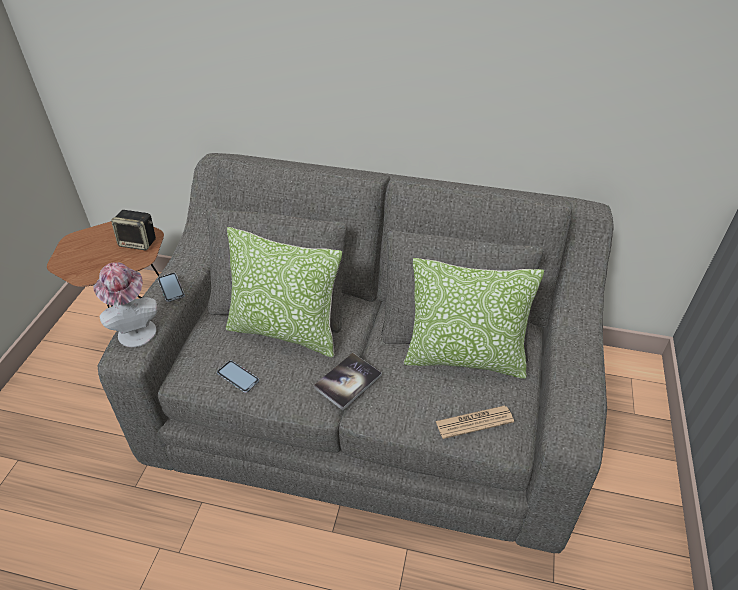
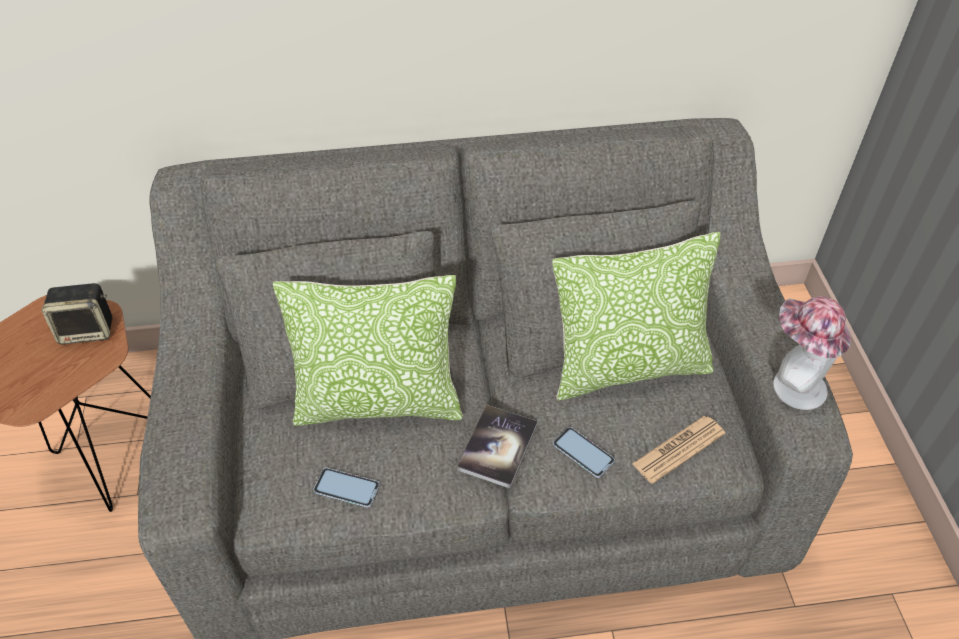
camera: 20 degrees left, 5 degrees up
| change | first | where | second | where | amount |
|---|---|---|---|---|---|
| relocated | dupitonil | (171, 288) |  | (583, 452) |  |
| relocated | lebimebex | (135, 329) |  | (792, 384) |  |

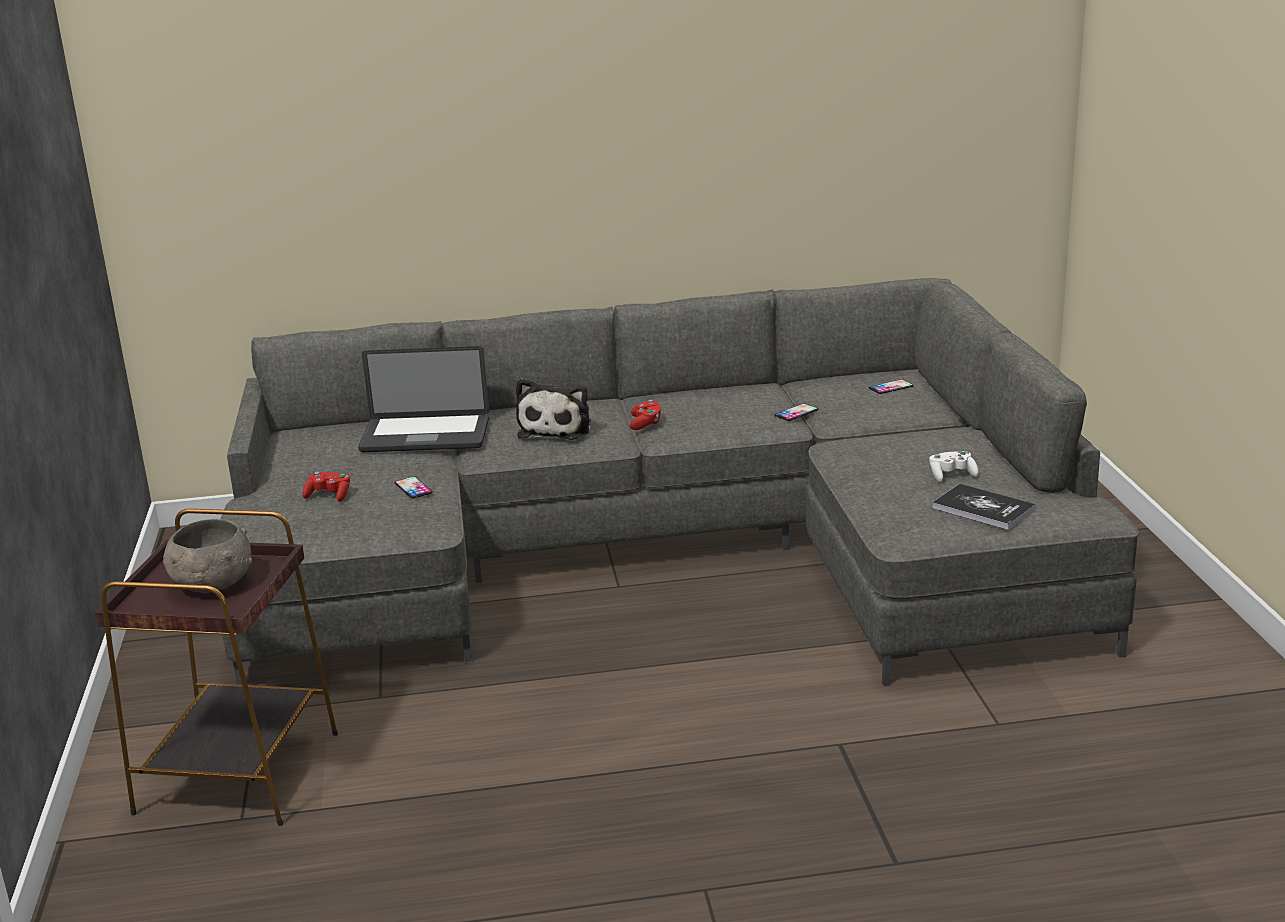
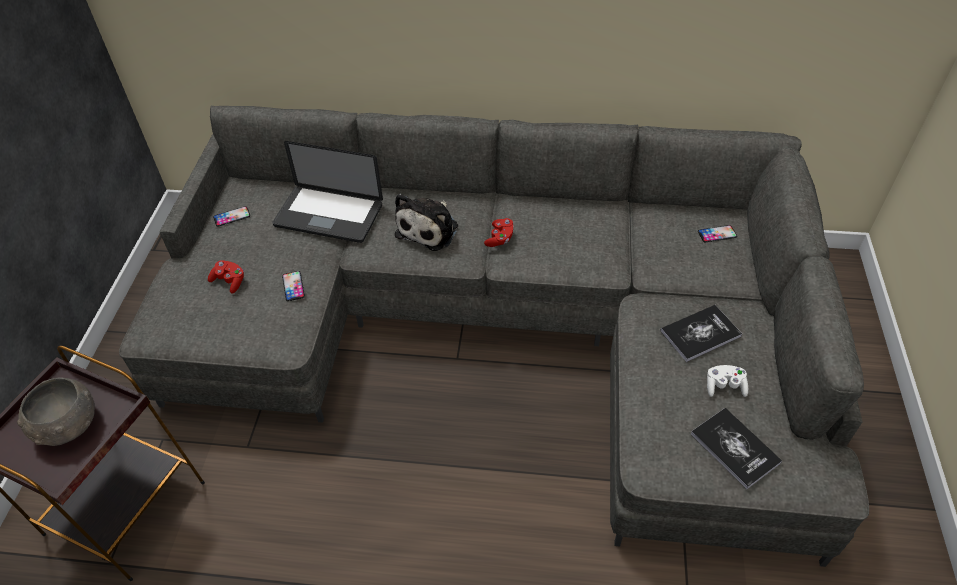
camera: 15 degrees right, 25 degrees up
| change | first | where | second | where | amount |
|---|---|---|---|---|---|
| relocated | dupitonil | (796, 413) |  | (232, 216) |  |
| appeared |  |  | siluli | (700, 334) |  |

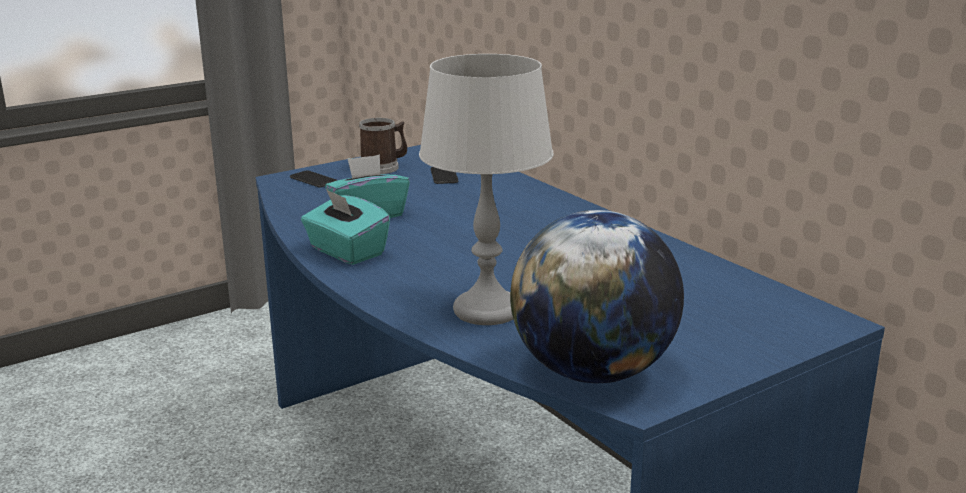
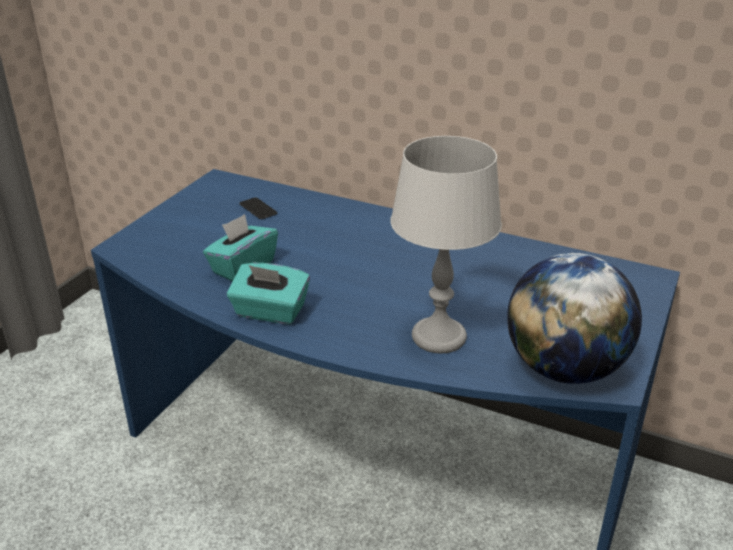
camera: 30 degrees left, 10 degrees up
| change | first | where | second | where | amount |
|---|---|---|---|---|---|
| missing | dupitonil | (313, 180) |  |  |  |
| missing | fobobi | (383, 167) |  |  |  |

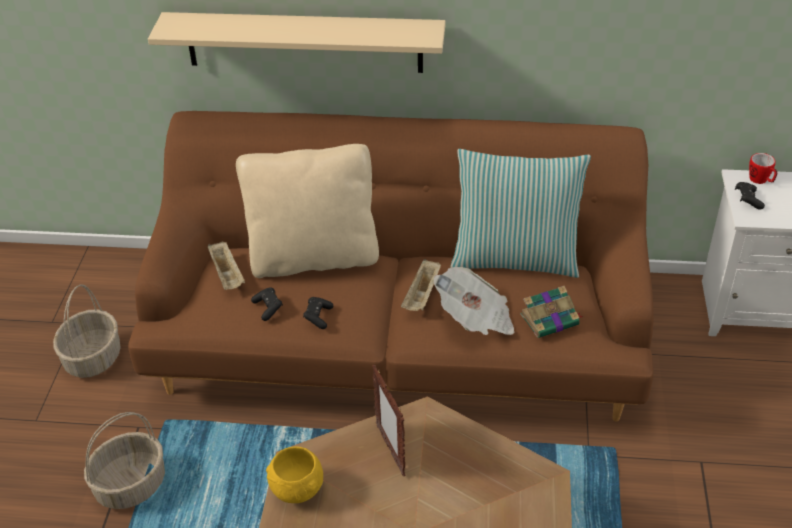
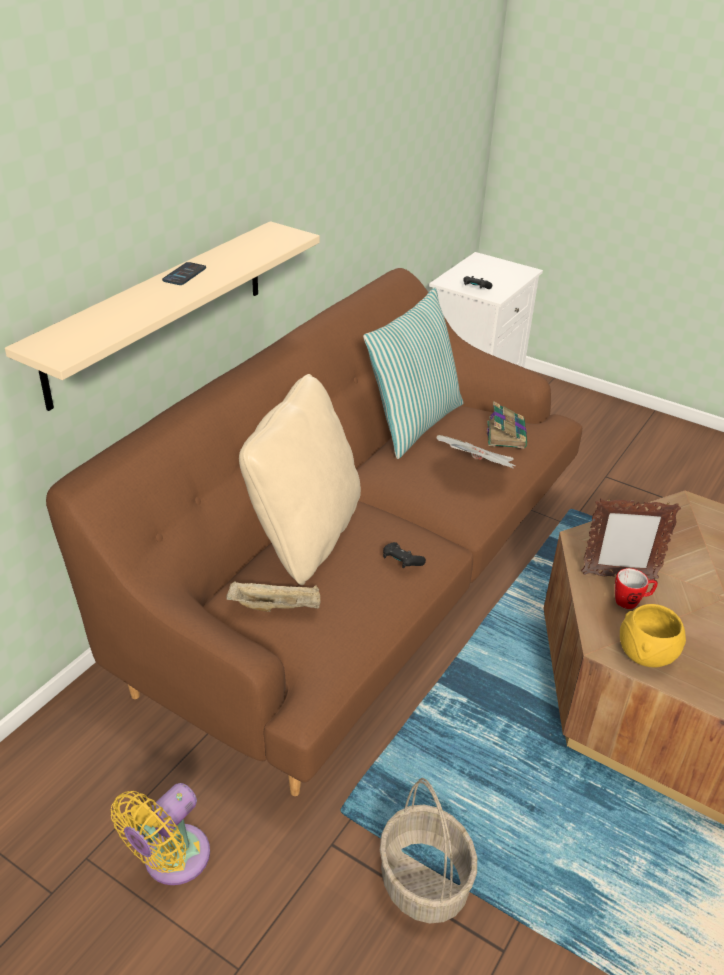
camera: 65 degrees left, 5 degrees down
| change | first | where | second | where | amount |
|---|---|---|---|---|---|
| exchanged | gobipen | (93, 359) | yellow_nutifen | (171, 860) |  |
| appeared |  |  | dupitonil | (184, 274) |  |
| relocated | fobobi | (761, 181) |  | (631, 601) |  |
| missing | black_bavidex | (268, 308) |  |  |  |
| missing | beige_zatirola | (422, 295) |  |  |  |

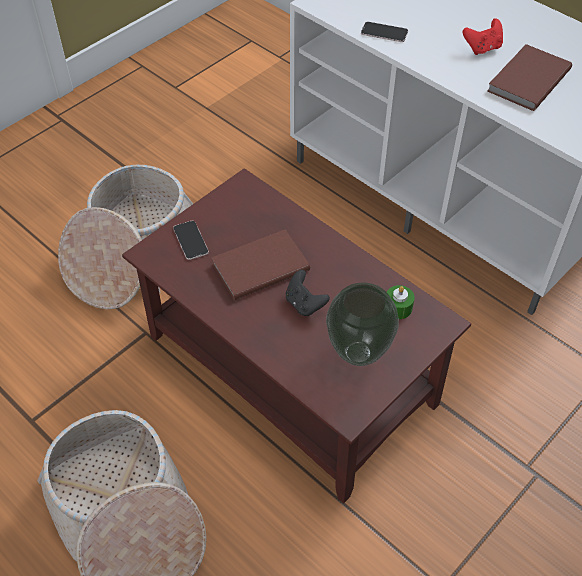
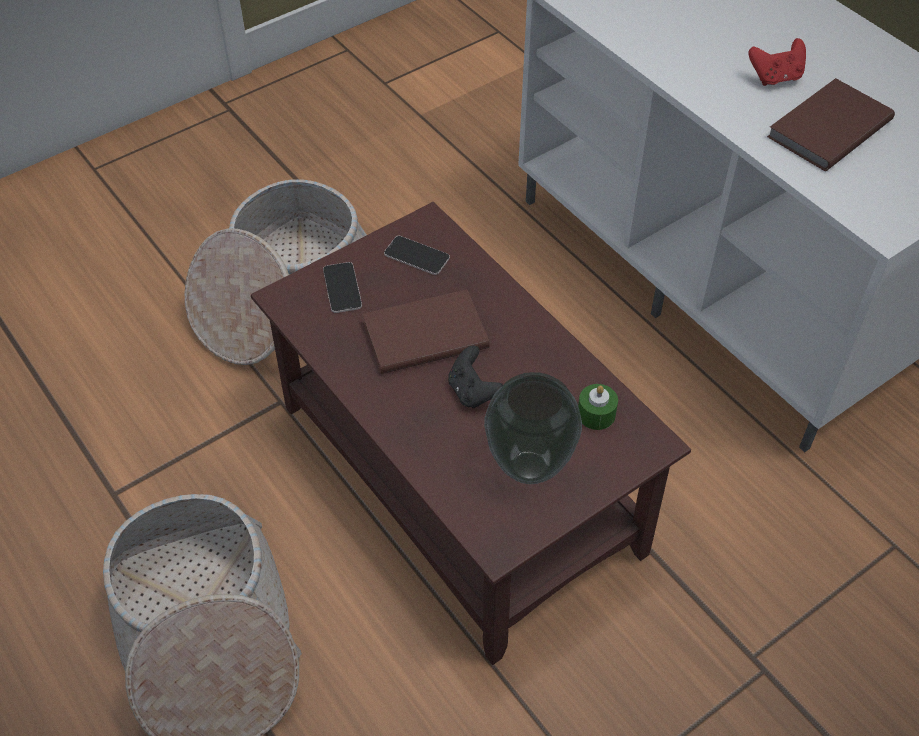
camera: 10 degrees right, 0 degrees up
| change | first | where | second | where | amount |
|---|---|---|---|---|---|
| relocated | dupitonil | (384, 33) |  | (416, 256) |  |

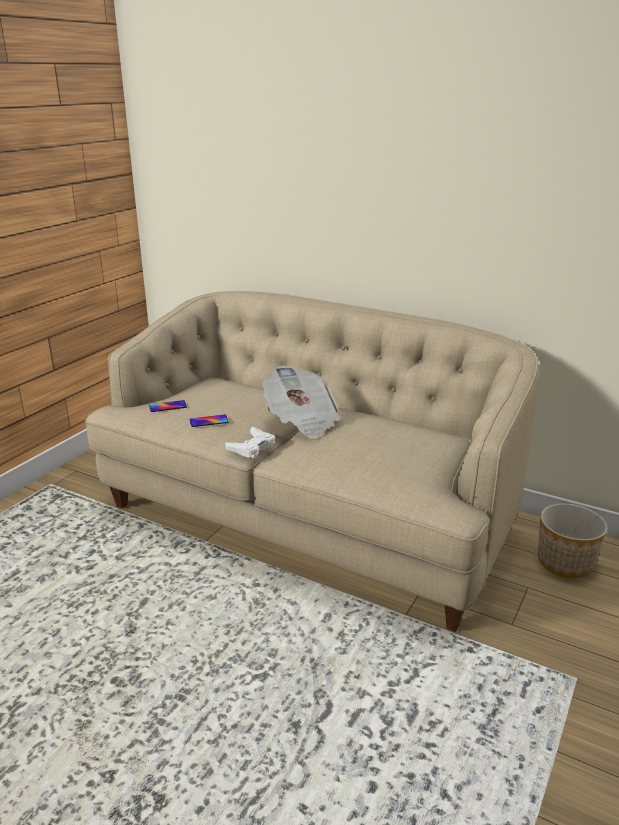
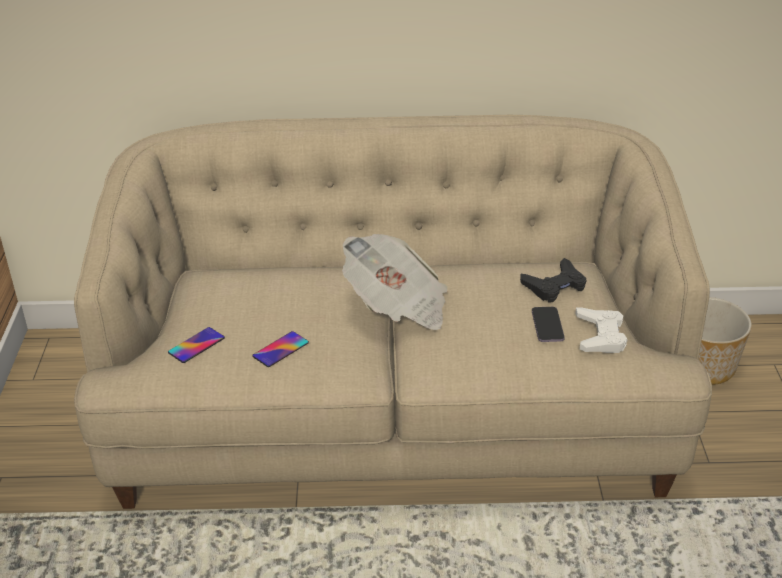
camera: 30 degrees left, 10 degrees up
| change | first | where | second | where | amount |
|---|---|---|---|---|---|
| appeared |  |  | black_bavidex | (555, 286) |  |
| appeared |  |  | dupitonil | (547, 326) |  |
| relocated | white_bavidex | (252, 447) |  | (600, 336) |  |

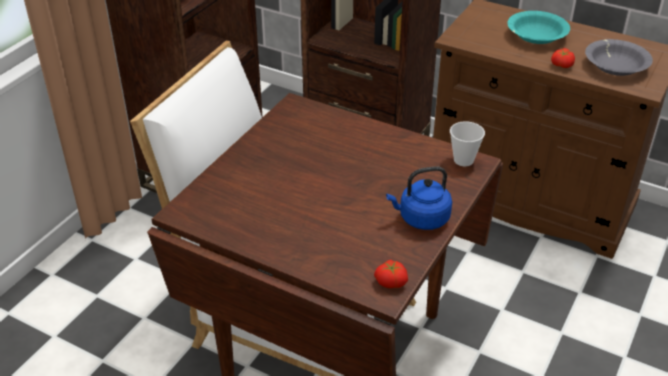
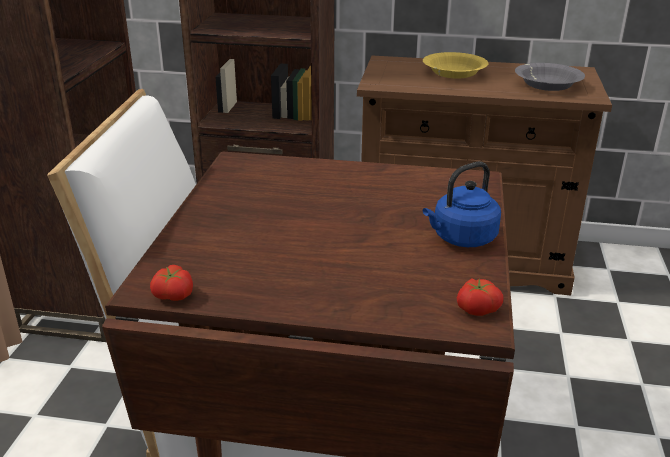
camera: 20 degrees left, 10 degrees down
| change | first | where | second | where | amount |
|---|---|---|---|---|---|
| relocated | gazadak | (561, 65) |  | (172, 296) |  |
| colour | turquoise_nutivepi | (536, 35) | yellow_nutivepi | (454, 73) |  |
| missing | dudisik | (463, 160) |  |  |  |

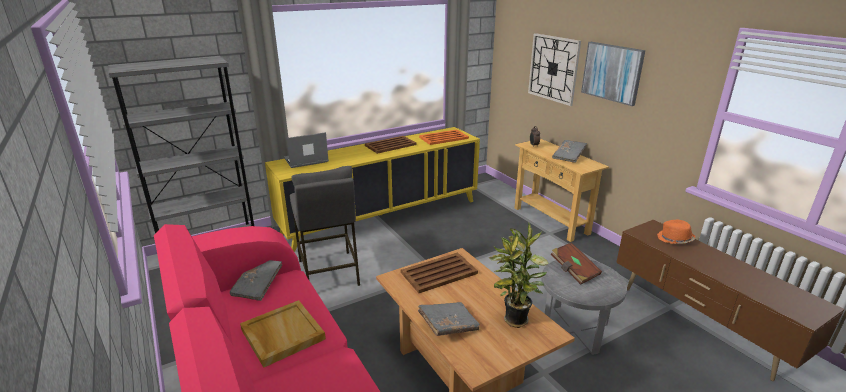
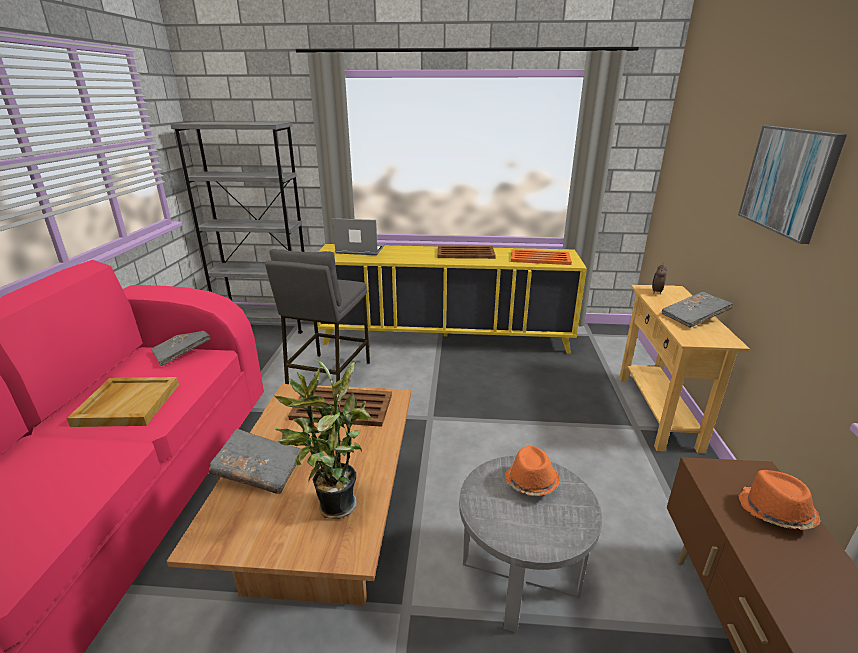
camera: 35 degrees right, 0 degrees up
| change | first | where | second | where | amount |
|---|---|---|---|---|---|
| exchanged | brown_siluli | (574, 271) | orange_lebimebex | (531, 482) |  |
| missing | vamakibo | (553, 68) |  |  |  |

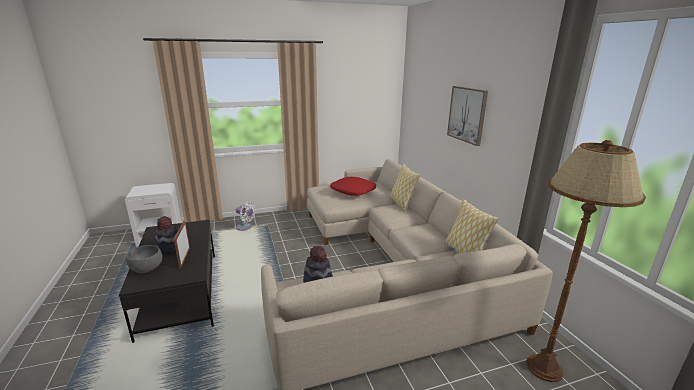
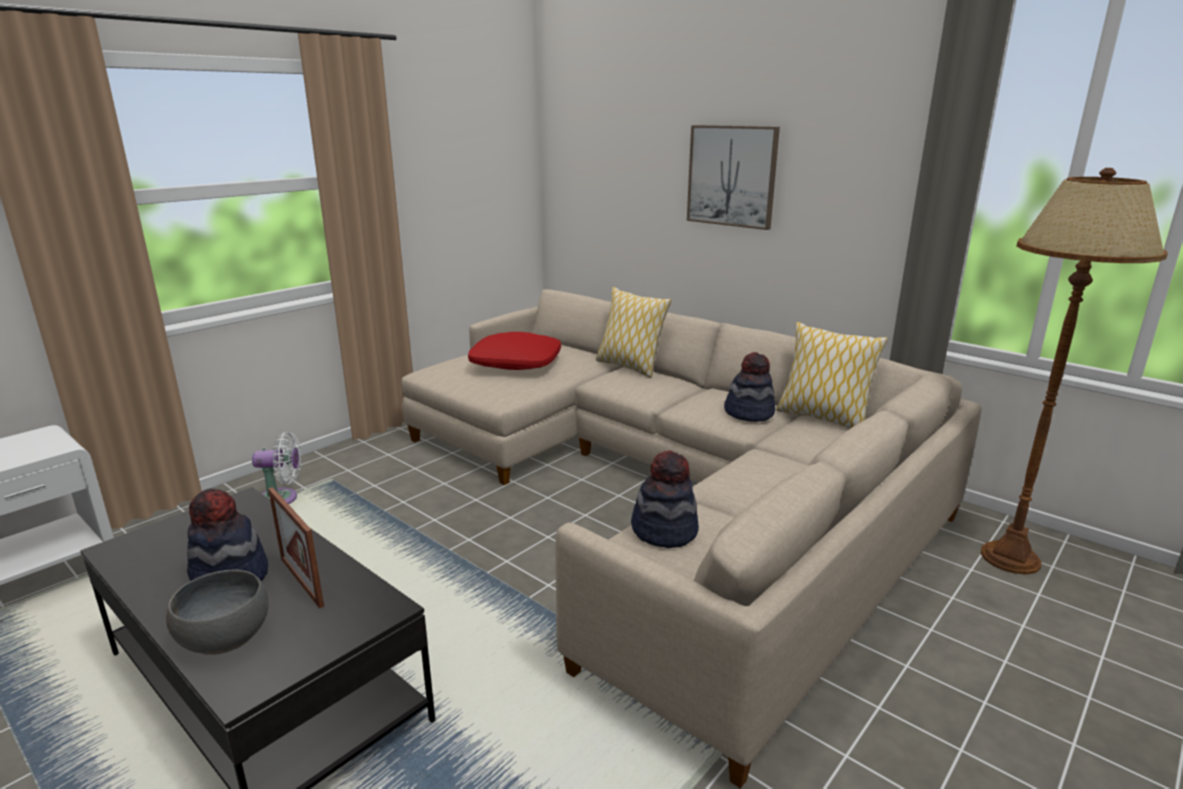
camera: 30 degrees left, 0 degrees up
| change | first | where | second | where | amount |
|---|---|---|---|---|---|
| appeared |  |  | lebimebex | (749, 413) |  |

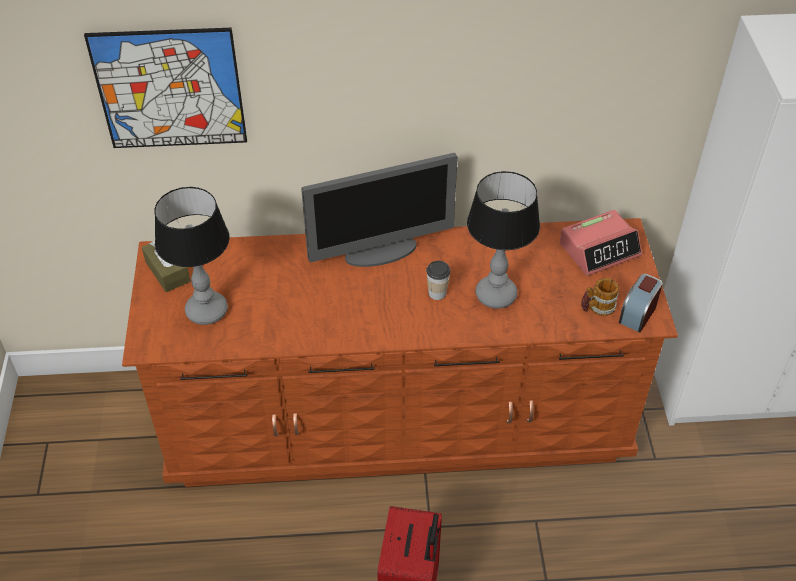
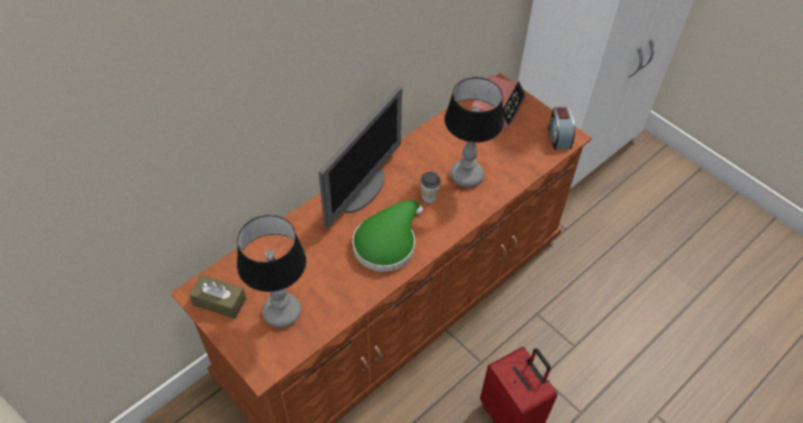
camera: 40 degrees left, 5 degrees up
| change | first | where | second | where | amount |
|---|---|---|---|---|---|
| appeared |  |  | green_lebimebex | (387, 242) |  |
| missing | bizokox | (170, 89) |  |  |  |
| missing | fobobi | (597, 308) |  |  |  |

